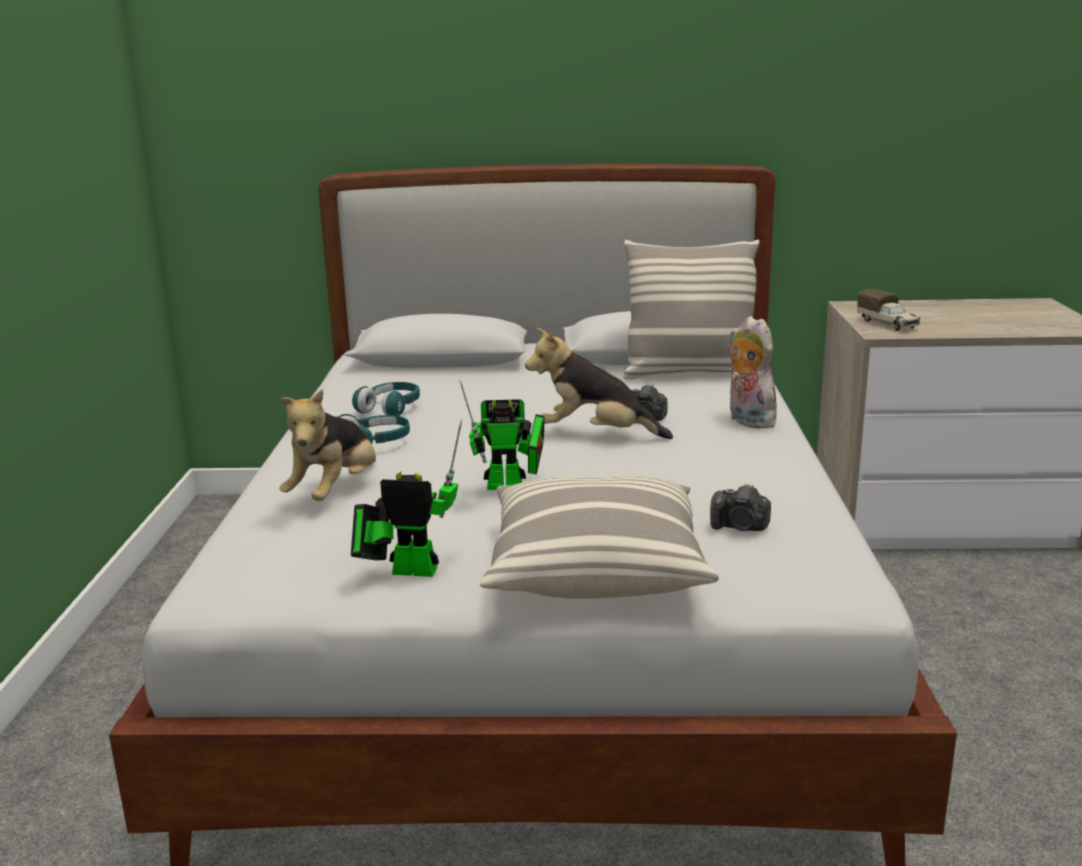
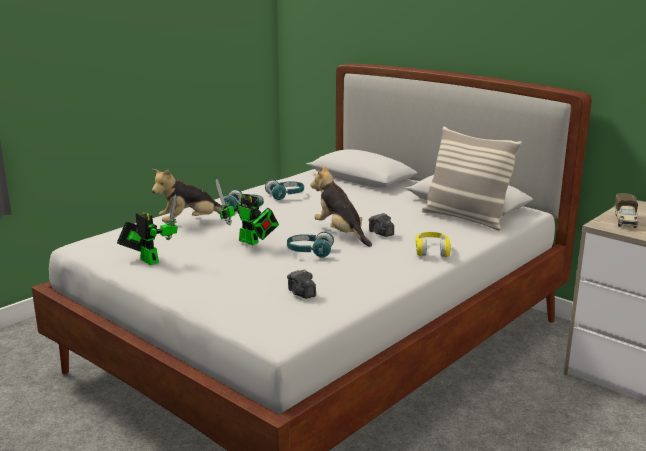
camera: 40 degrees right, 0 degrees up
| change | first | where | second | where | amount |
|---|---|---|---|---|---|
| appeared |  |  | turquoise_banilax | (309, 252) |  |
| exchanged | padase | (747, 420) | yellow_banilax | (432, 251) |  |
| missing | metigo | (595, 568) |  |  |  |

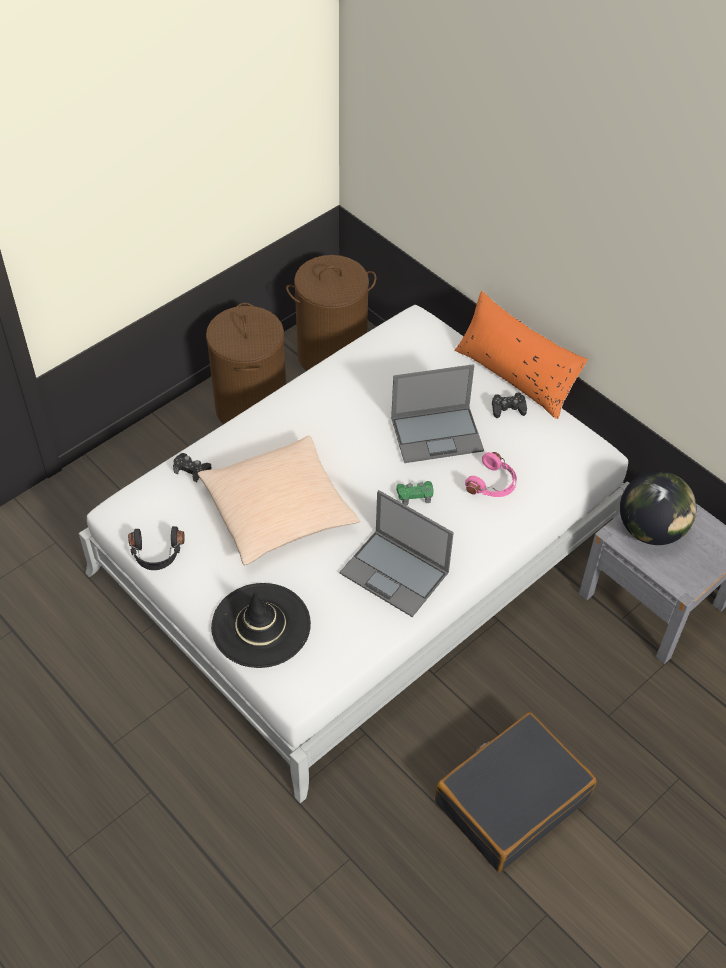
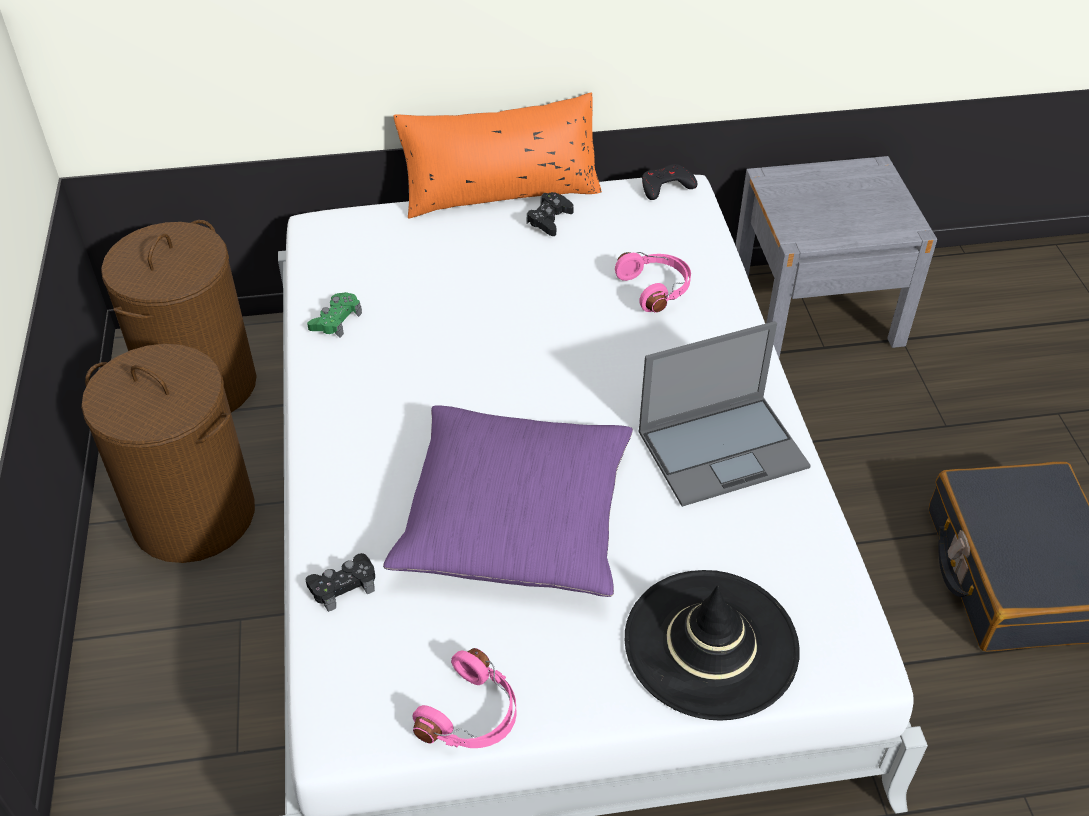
camera: 55 degrees left, 5 degrees down
| change | first | where | second | where | amount |
|---|---|---|---|---|---|
| relocated | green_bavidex | (415, 495) |  | (336, 320) |  |
| colour | beige_metigo | (278, 510) | purple_metigo | (516, 518) |  |
| colour | black_banilax | (157, 554) | pink_banilax | (472, 715) |  |
| appeared |  |  | black_bavidex | (666, 186) |  |
| missing | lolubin | (438, 434) |  |  |  |
| missing | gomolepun | (650, 530) |  |  |  |

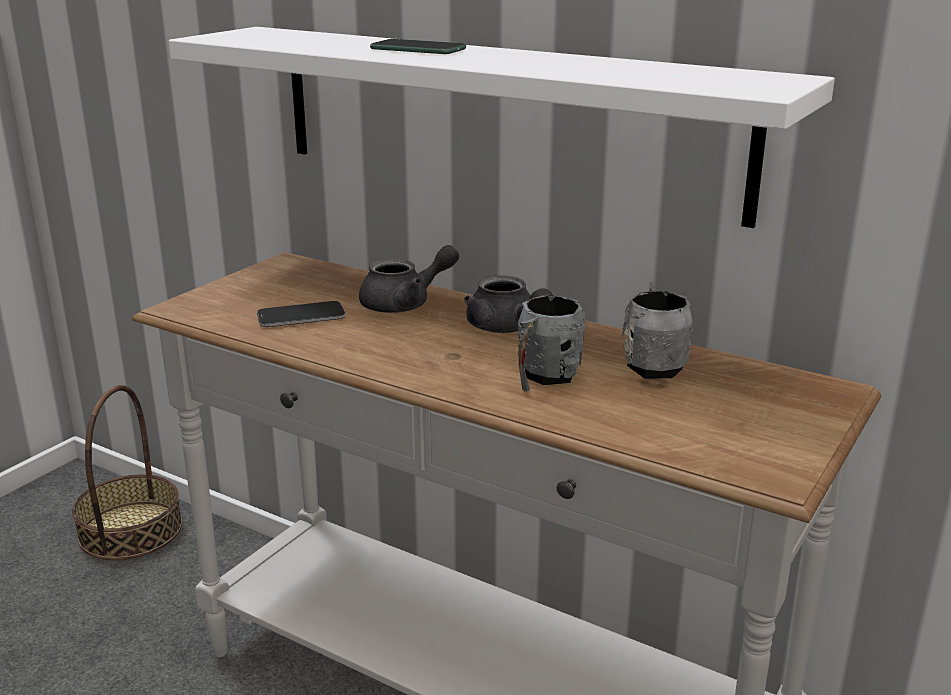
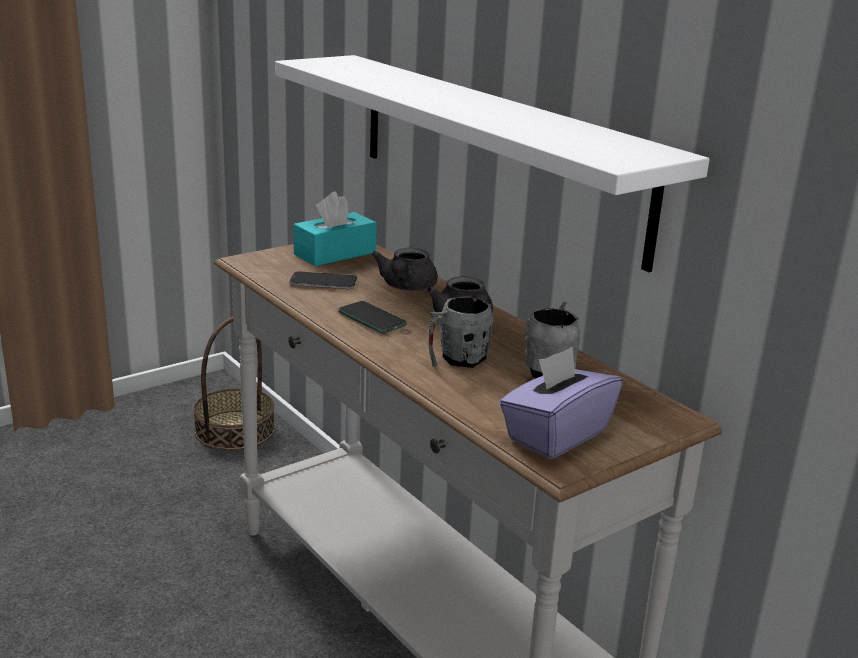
camera: 20 degrees right, 0 degrees up
| change | first | where | second | where | amount |
|---|---|---|---|---|---|
| appeared |  |  | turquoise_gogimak | (335, 253) |  |
| relocated | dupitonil | (418, 49) |  | (372, 318) |  |
| spun | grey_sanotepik | (405, 304) |  | (406, 287) | 105 degrees clockwise |
| appeared |  |  | purple_gogimak | (556, 435) |  |

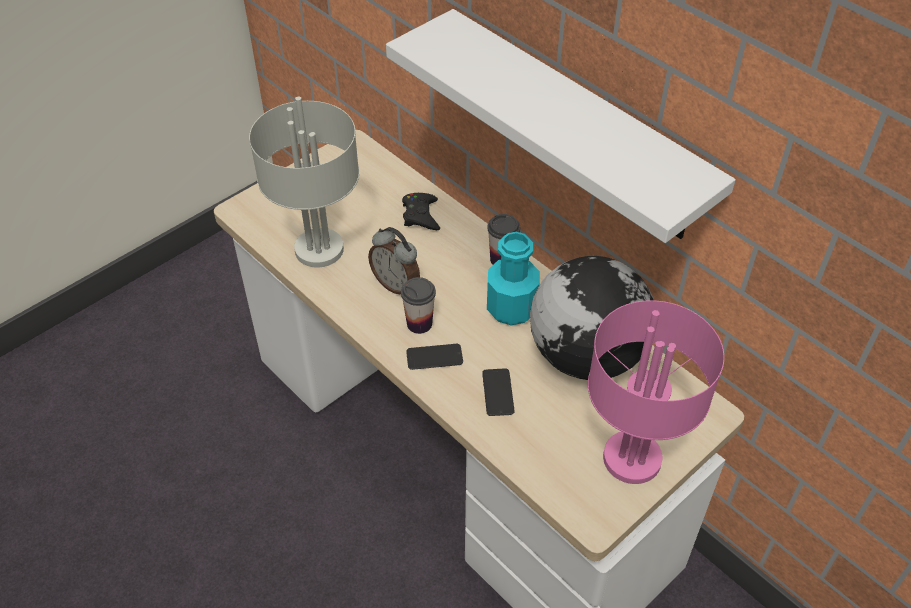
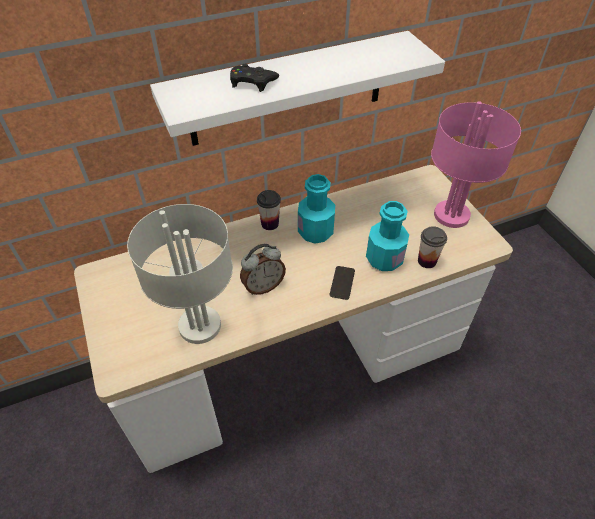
camera: 70 degrees left, 0 degrees up
| change | first | where | second | where | amount |
|---|---|---|---|---|---|
| relocated | black_bavidex | (421, 215) |  | (252, 82) |  |
| exchanged | dupitonil | (498, 392) | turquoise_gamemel | (384, 259) |  |
| relocated | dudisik | (419, 323) |  | (427, 261) |  |
| missing | gomolepun | (586, 355) |  |  |  |

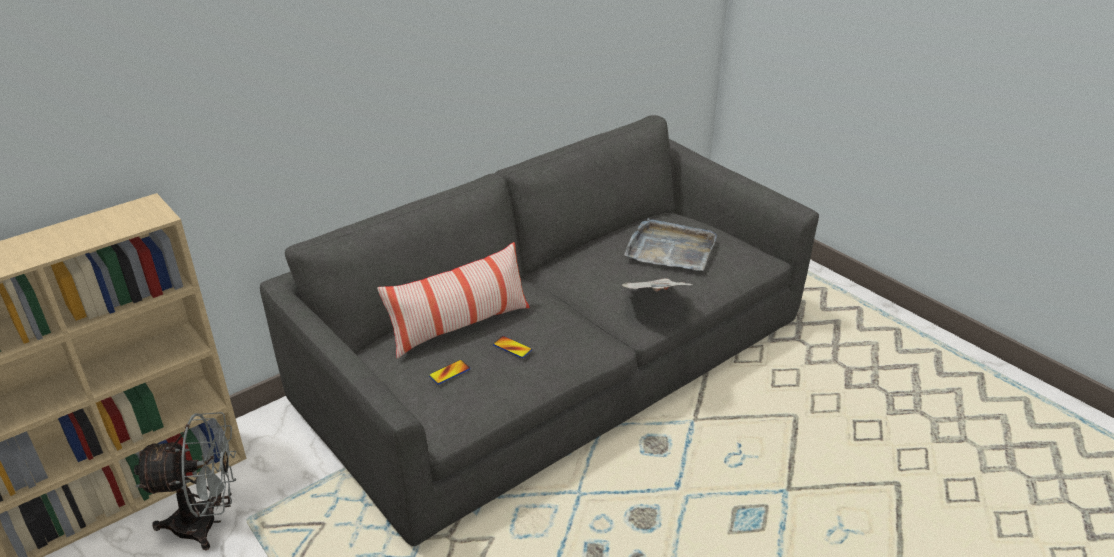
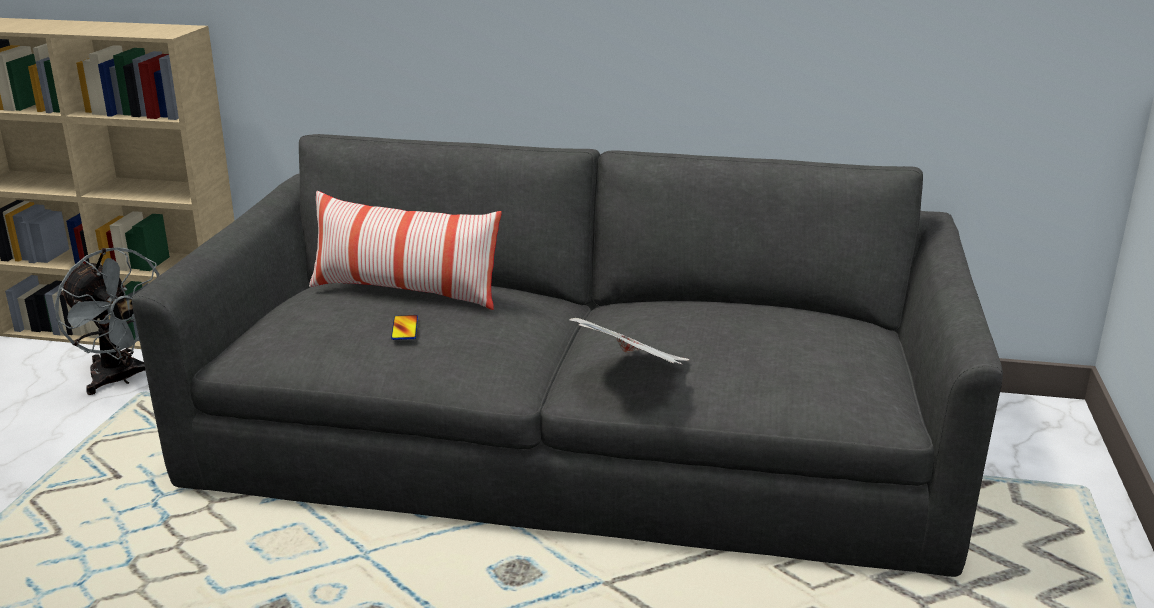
camera: 50 degrees right, 10 degrees down
| change | first | where | second | where | amount |
|---|---|---|---|---|---|
| missing | dupitonil | (449, 372) |  |  |  |
| missing | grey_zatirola | (670, 249) |  |  |  |

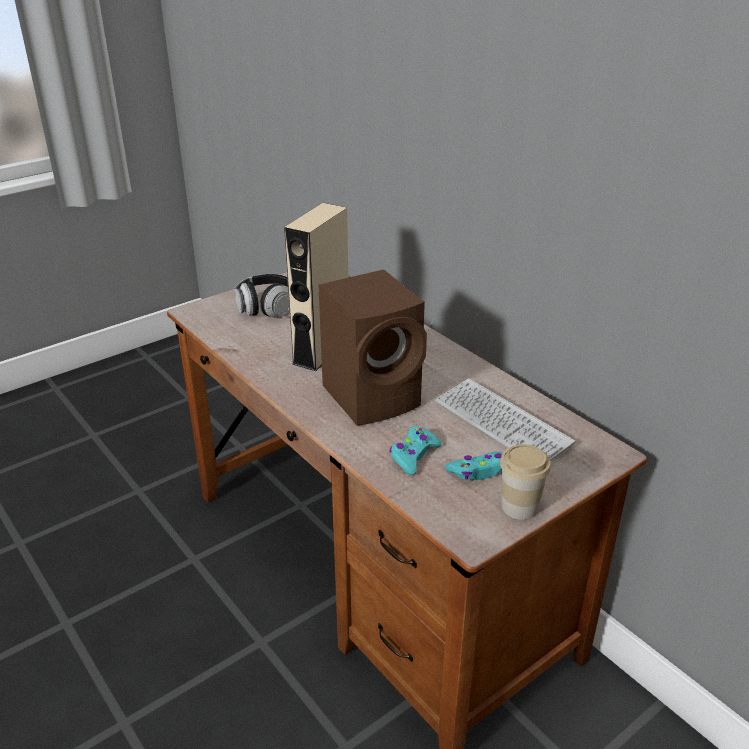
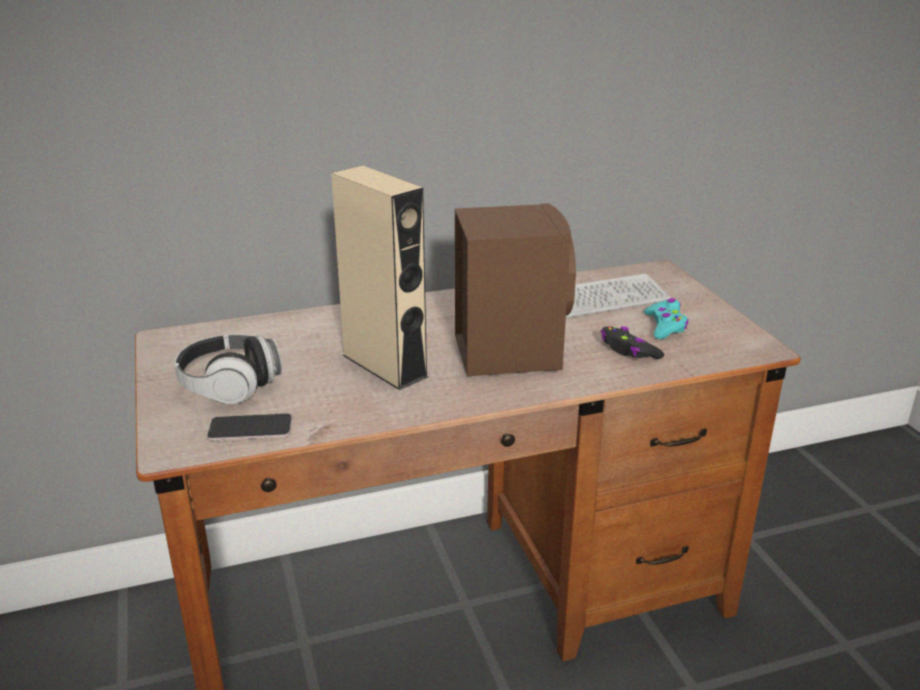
camera: 70 degrees left, 5 degrees down
| change | first | where | second | where | amount |
|---|---|---|---|---|---|
| appeared |  |  | dupitonil | (250, 428) |  |
| colour | turquoise_bavidex | (413, 455) | black_bavidex | (628, 350) |  |
| missing | dudisik | (519, 507) |  |  |  |

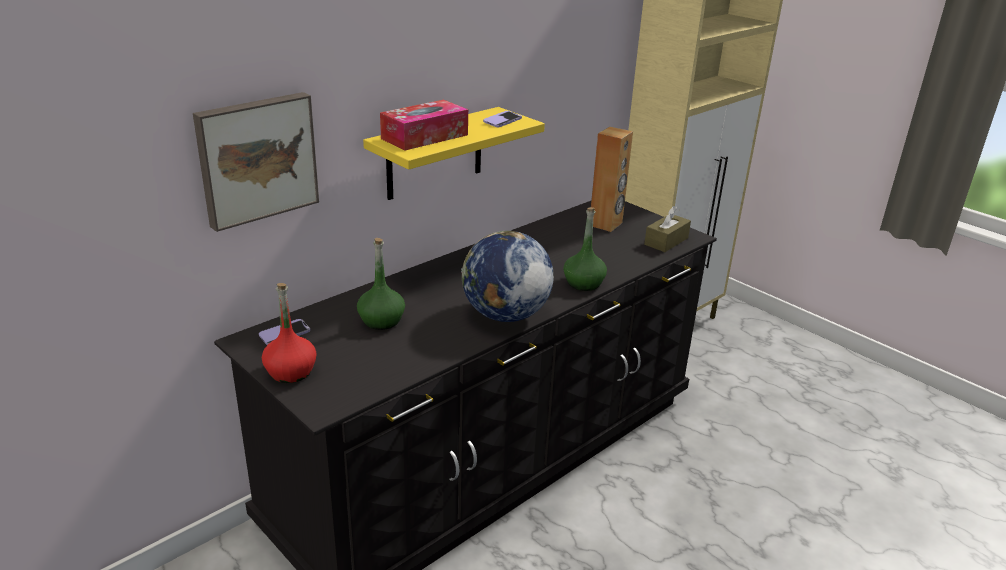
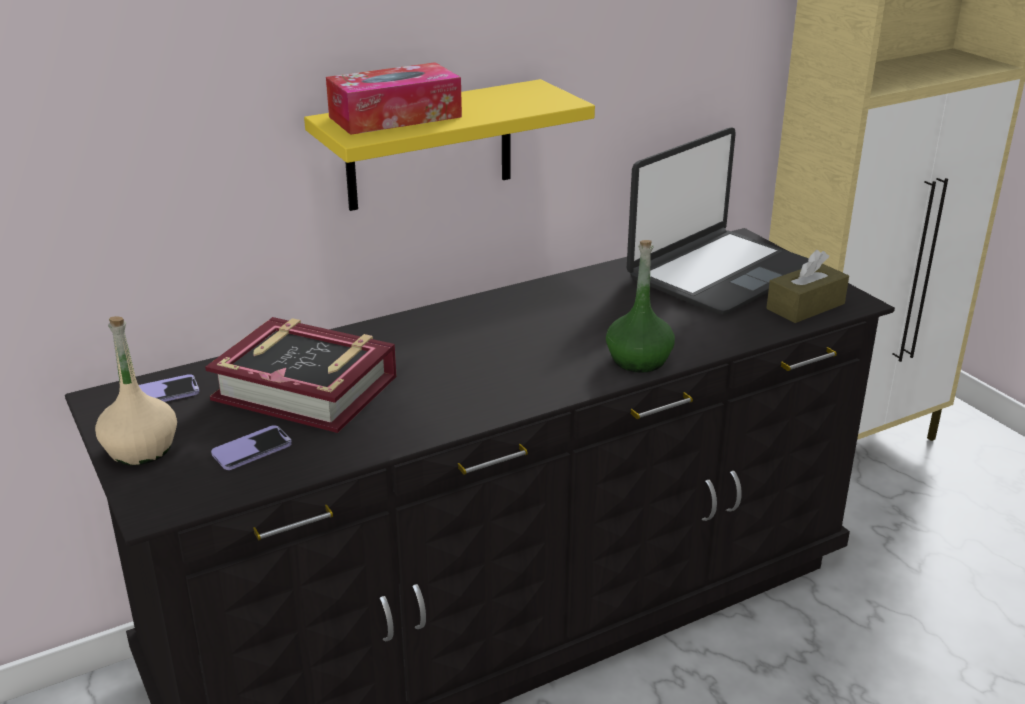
camera: 15 degrees right, 0 degrees up
| change | first | where | second | where | amount |
|---|---|---|---|---|---|
| colour | red_gamemel | (291, 371) | beige_gamemel | (141, 449) |  |
| exchanged | green_gamemel | (381, 320) | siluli | (306, 388) |  |
| relocated | dupitonil | (502, 120) |  | (252, 450) |  |
| exchanged | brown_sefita | (606, 224) | lolubin | (719, 273) |  |
| missing | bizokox | (256, 158) |  |  |  |
| missing | gomolepun | (505, 315) |  |  |  |

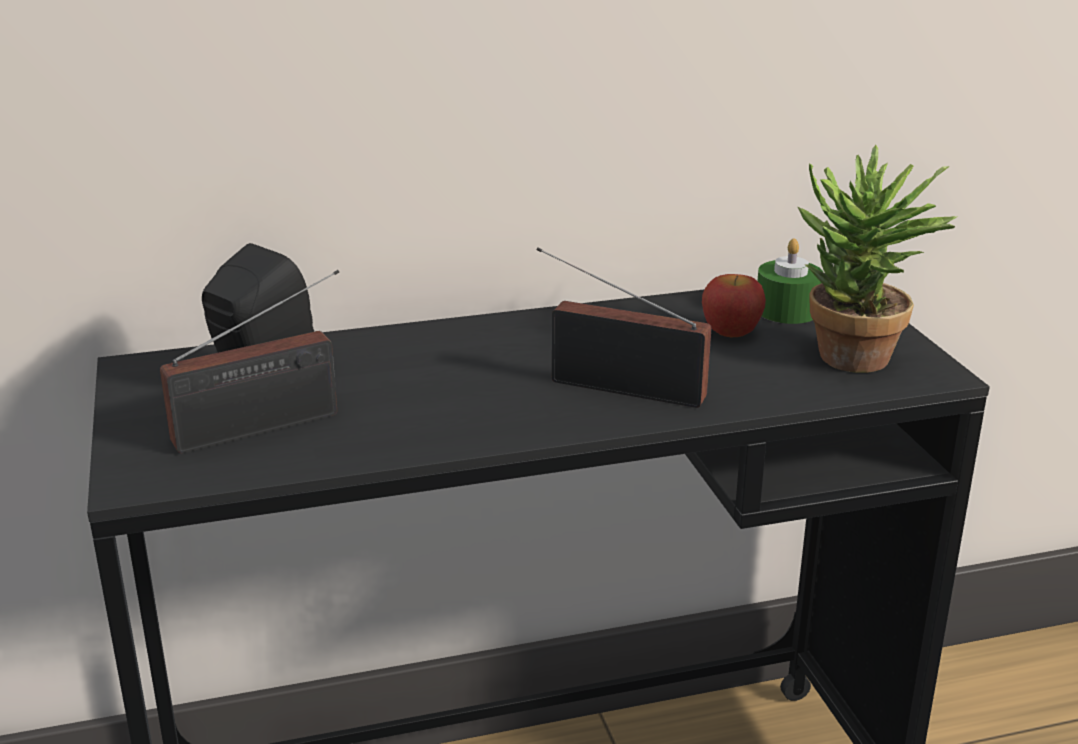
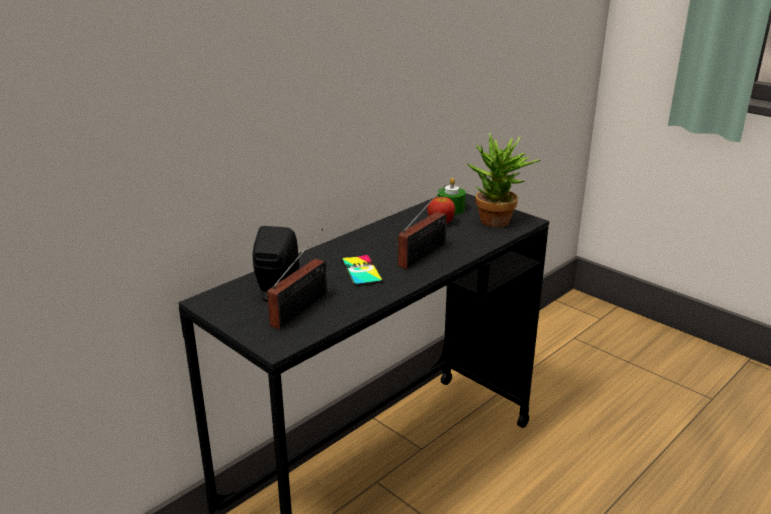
camera: 30 degrees left, 0 degrees up
| change | first | where | second | where | amount |
|---|---|---|---|---|---|
| appeared |  |  | dupitonil | (361, 271) |  |
| spun | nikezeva | (620, 387) |  | (425, 254) | 135 degrees clockwise |

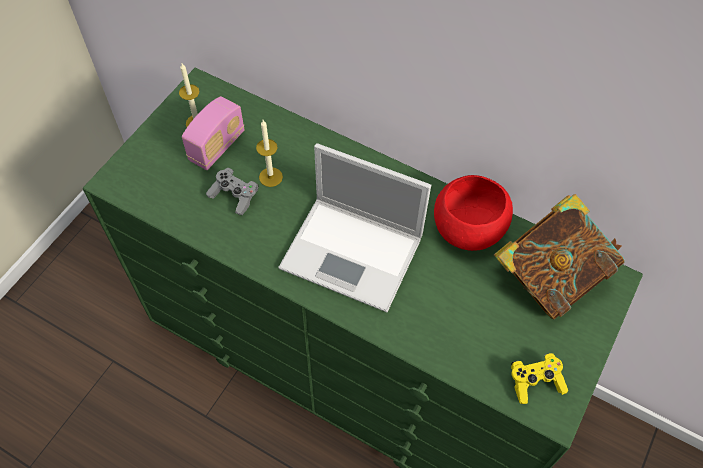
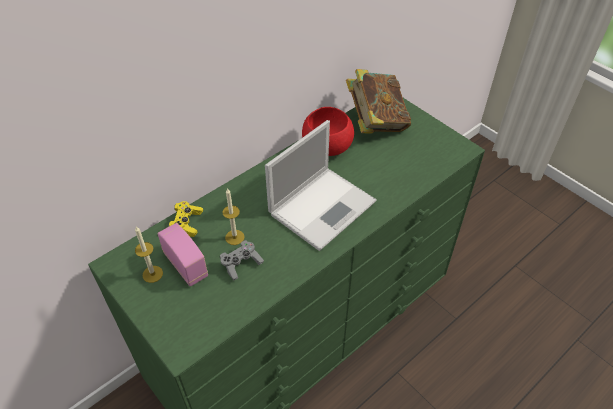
camera: 70 degrees left, 10 degrees down
| change | first | where | second | where | amount |
|---|---|---|---|---|---|
| relocated | yellow_bavidex | (535, 381) |  | (187, 223) |  |

